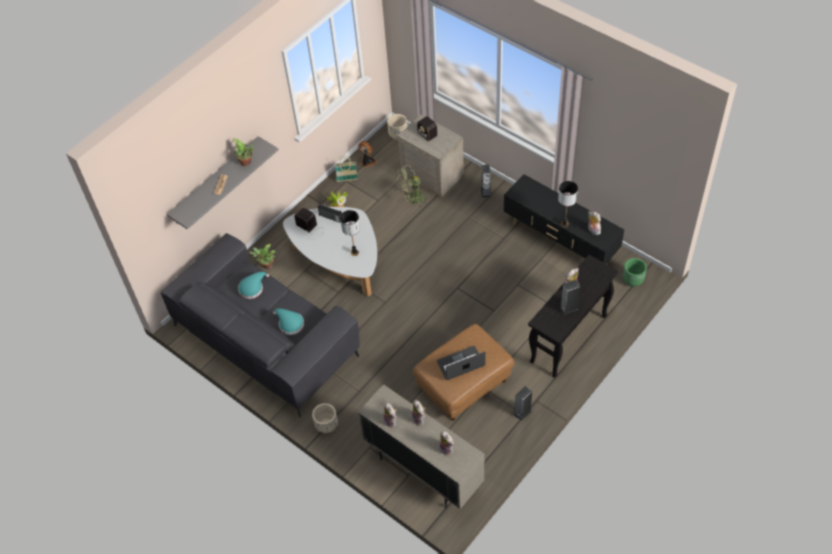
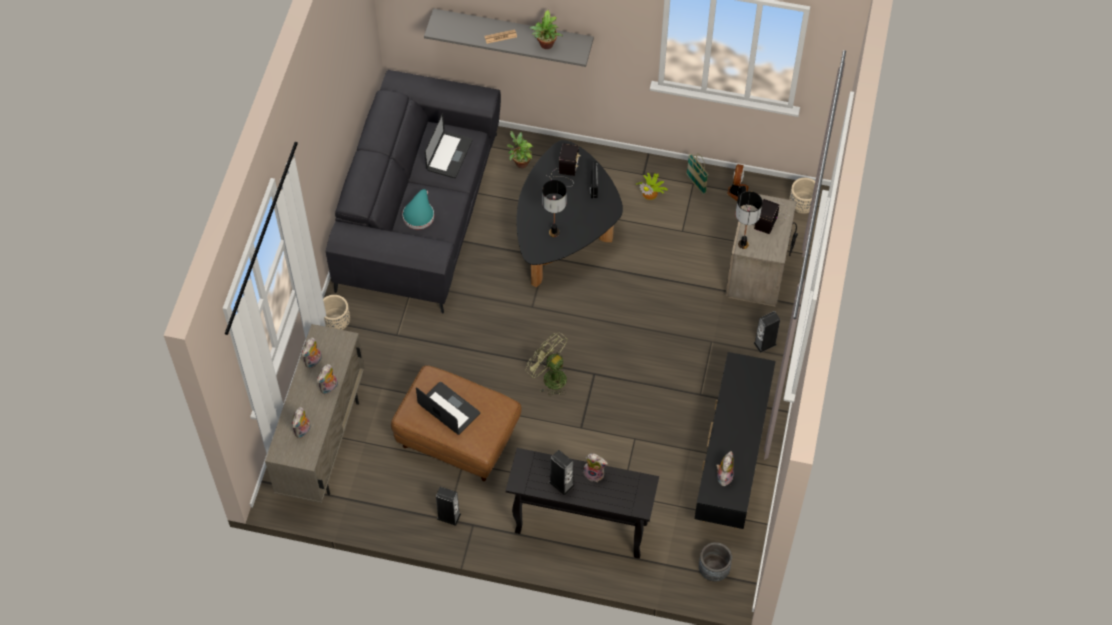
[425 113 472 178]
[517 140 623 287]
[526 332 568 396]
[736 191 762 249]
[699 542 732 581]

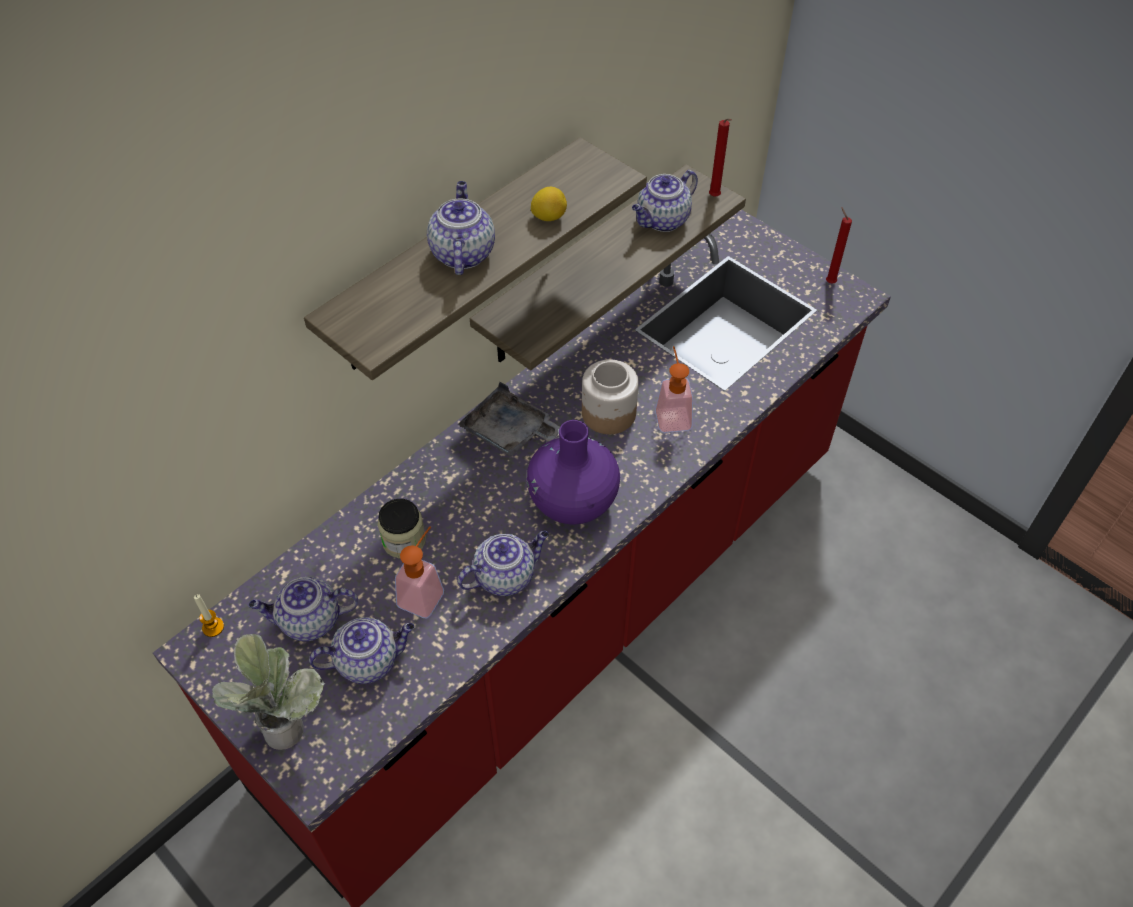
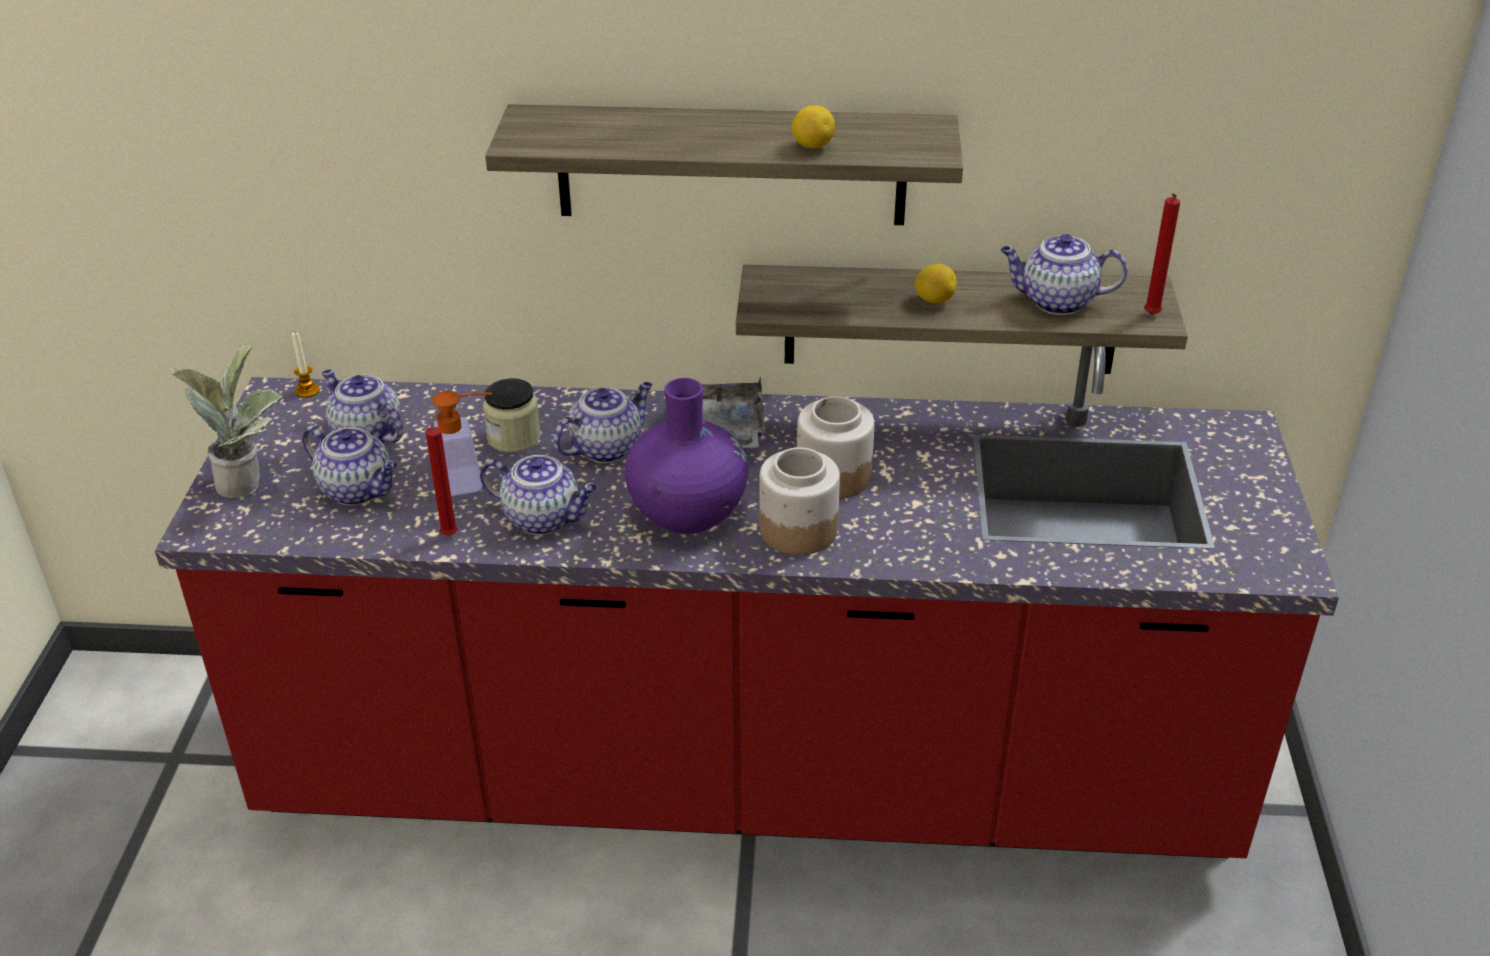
[553 382 652 463]
[655 346 693 433] (first image)
[426 410 458 536]
[759 447 840 555]
[914 264 957 303]

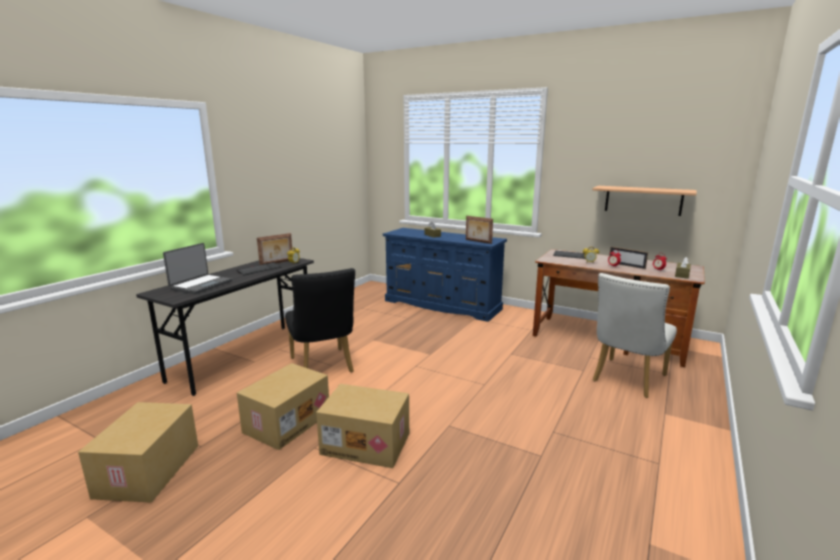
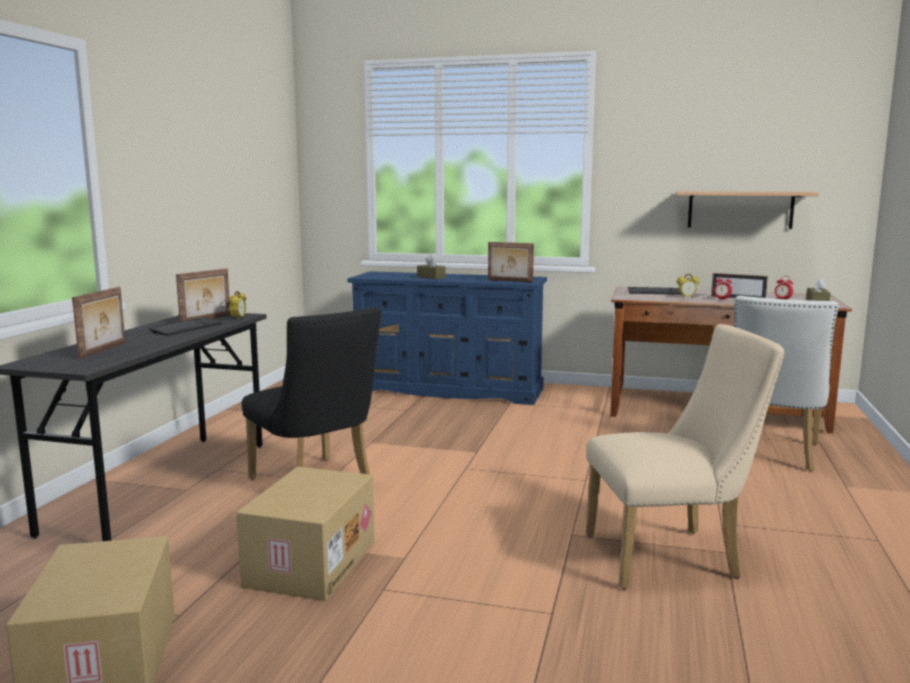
[72 287 125 359]
[316 384 409 468] (first image)
[586 324 785 589]

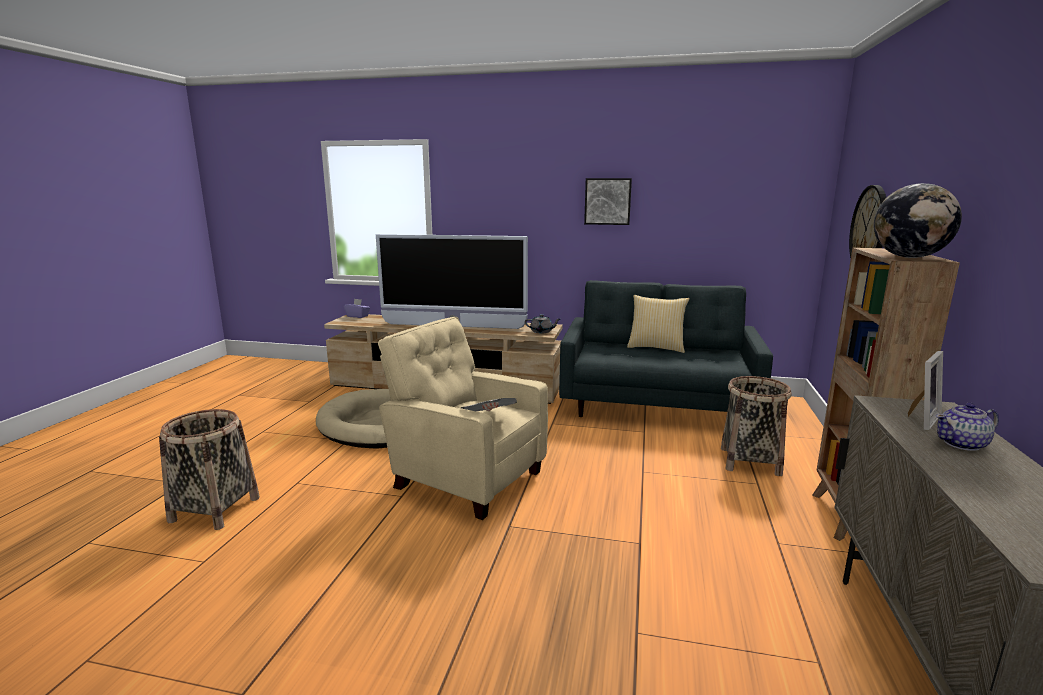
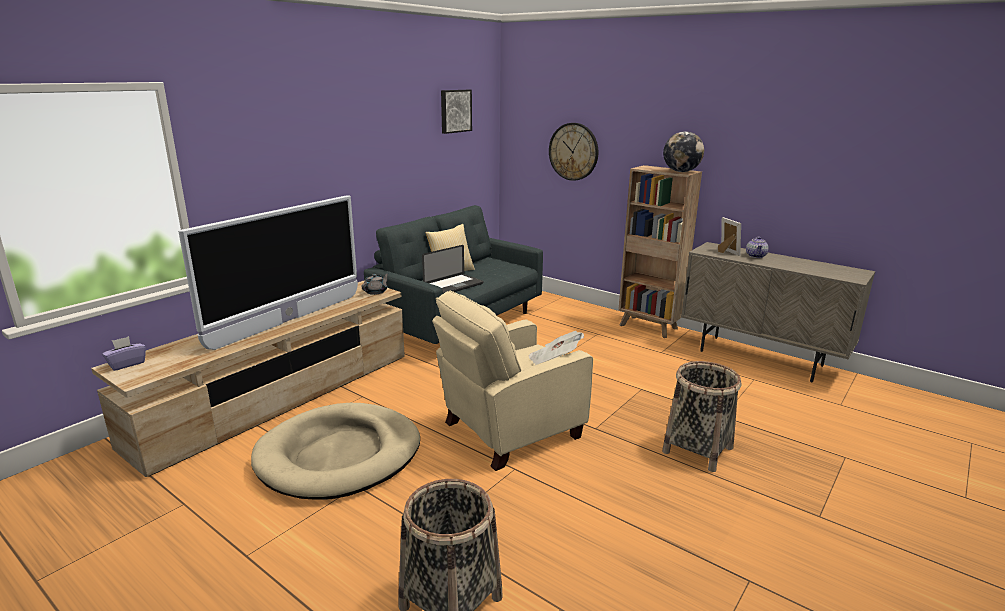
[441 90 472 134]
[662 361 741 472]
[422 245 483 294]

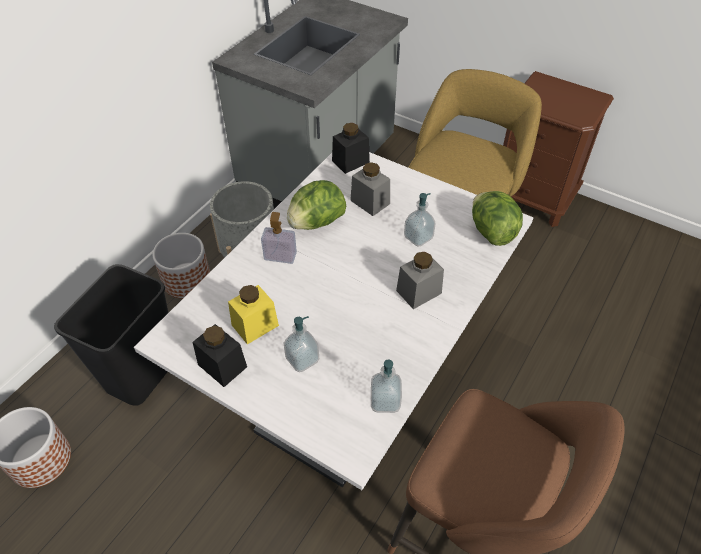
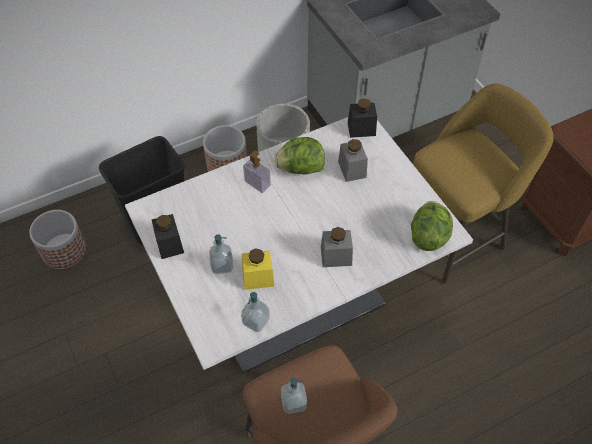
[242 248 274 290]
[281 378 307 414]

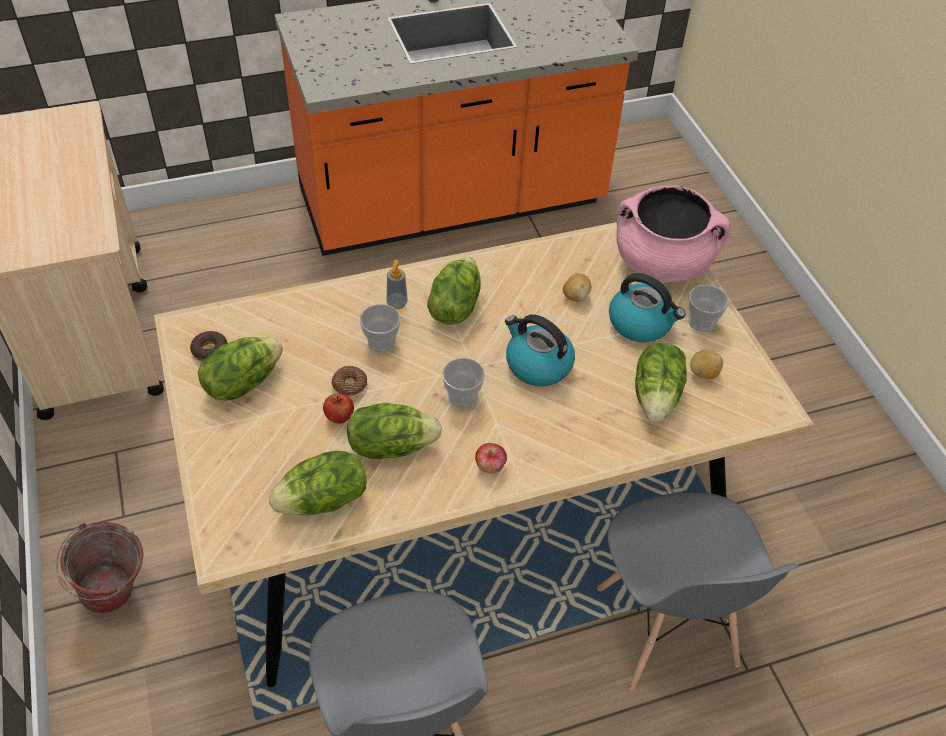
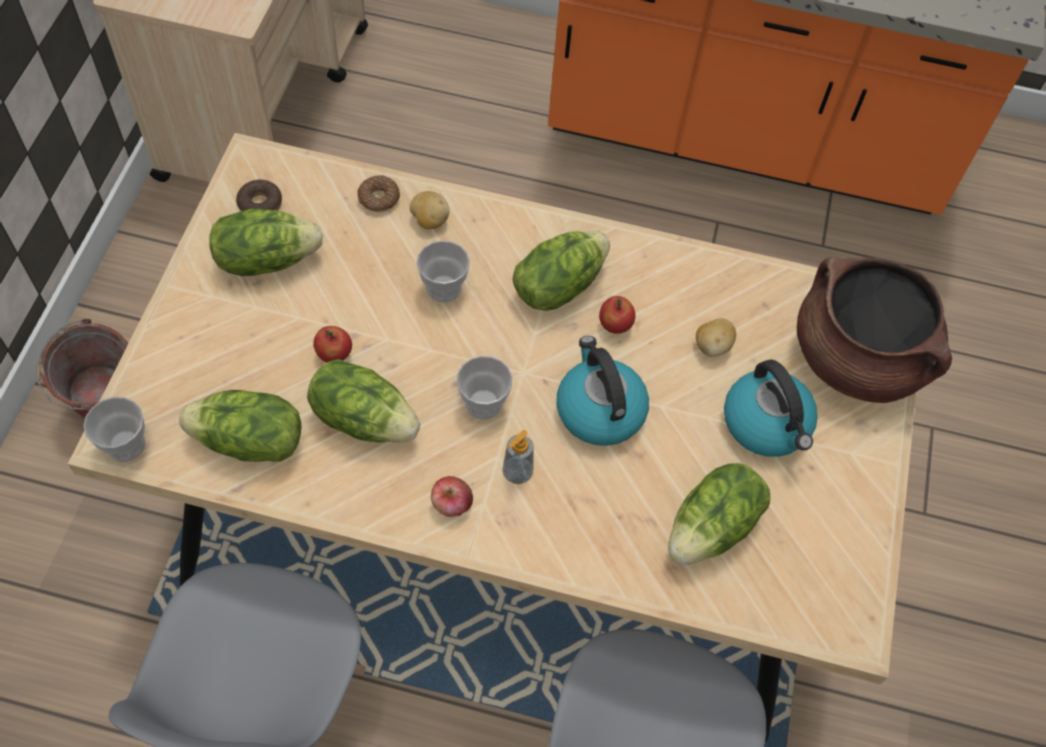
[358 175 400 212]
[502 430 534 484]
[797 257 952 403]
[83 397 146 462]
[410 191 449 229]
[599 296 635 334]

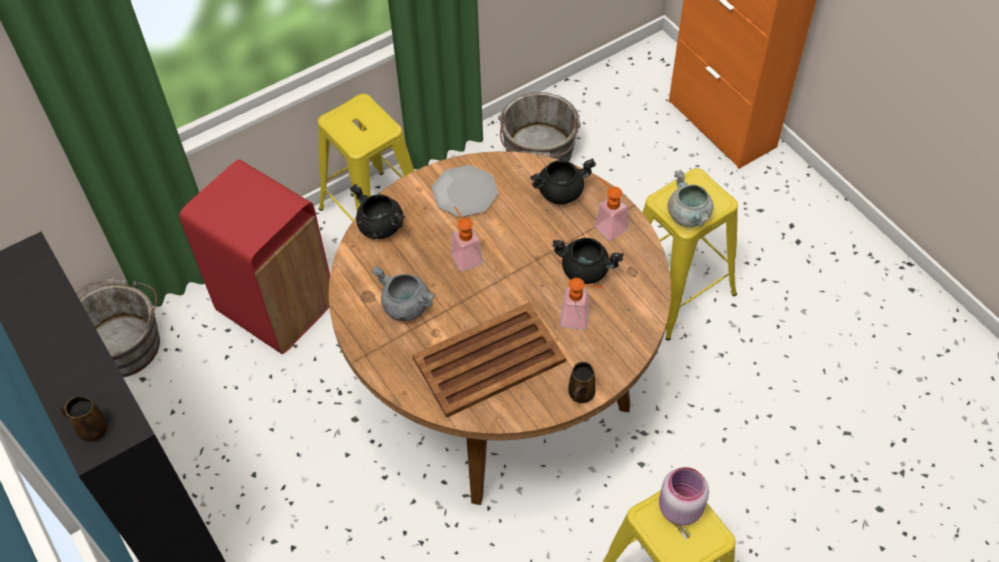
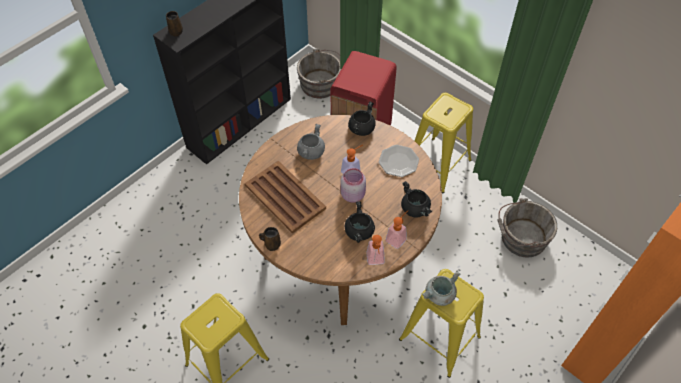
[366 235 385 265]
[341 168 366 203]

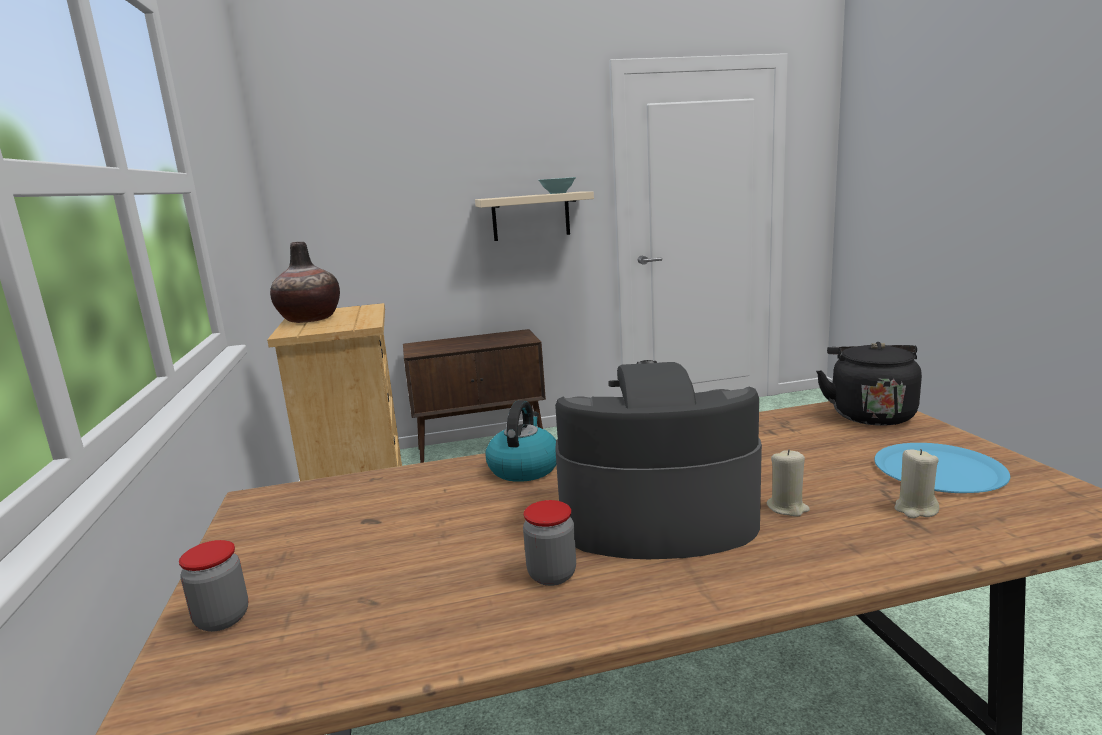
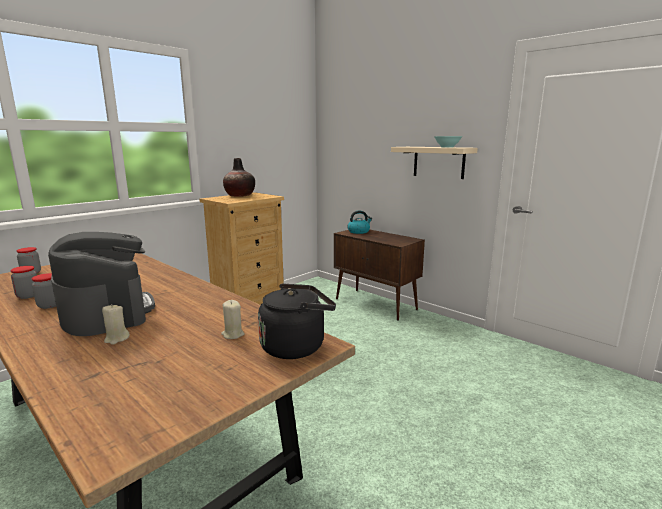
[347 210 372 234]
[874 443 1010 493] (first image)
[221 300 244 339]
[10 266 37 299]

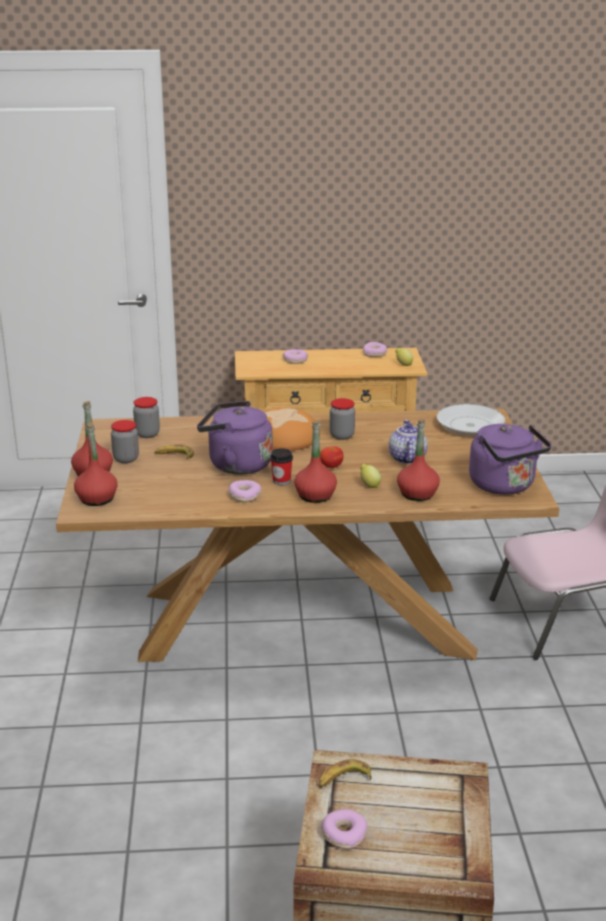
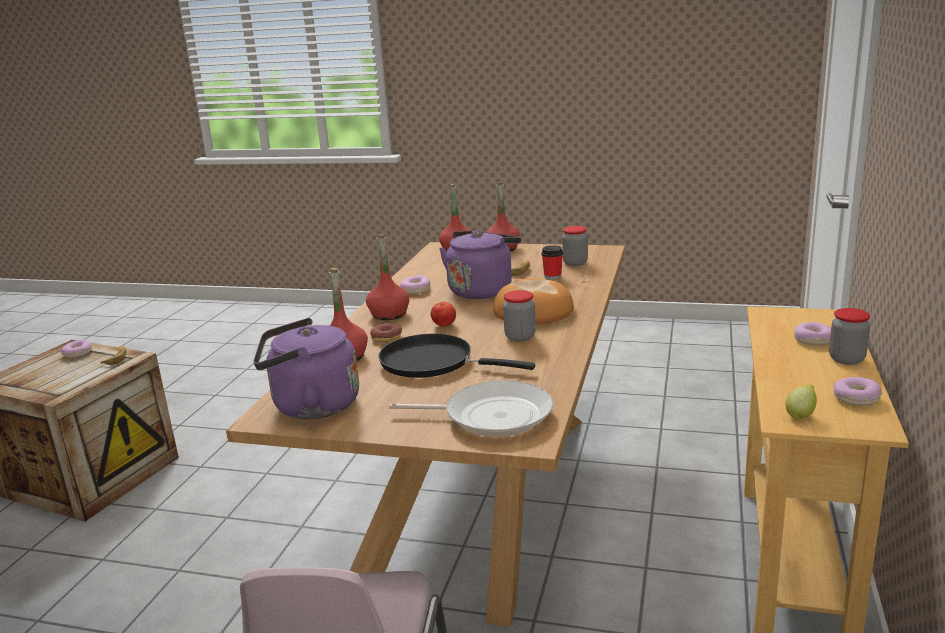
[829 308 870 365]
[541 245 563 280]
[370 323 402 342]
[378 334 535 378]

